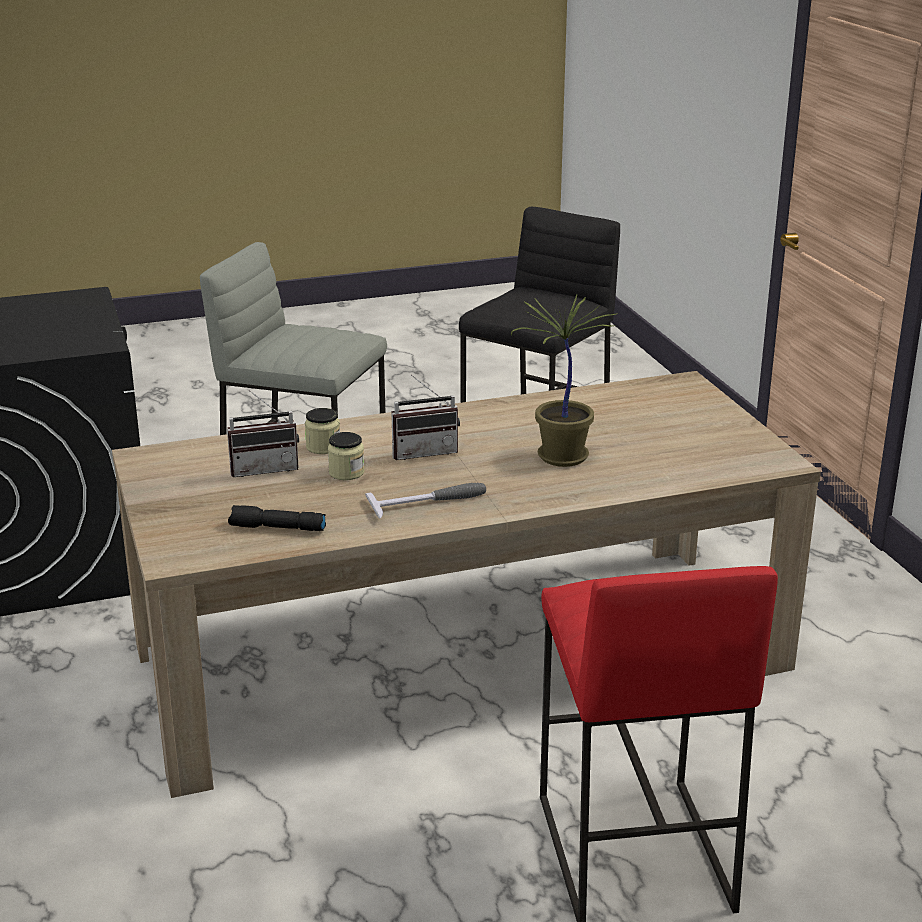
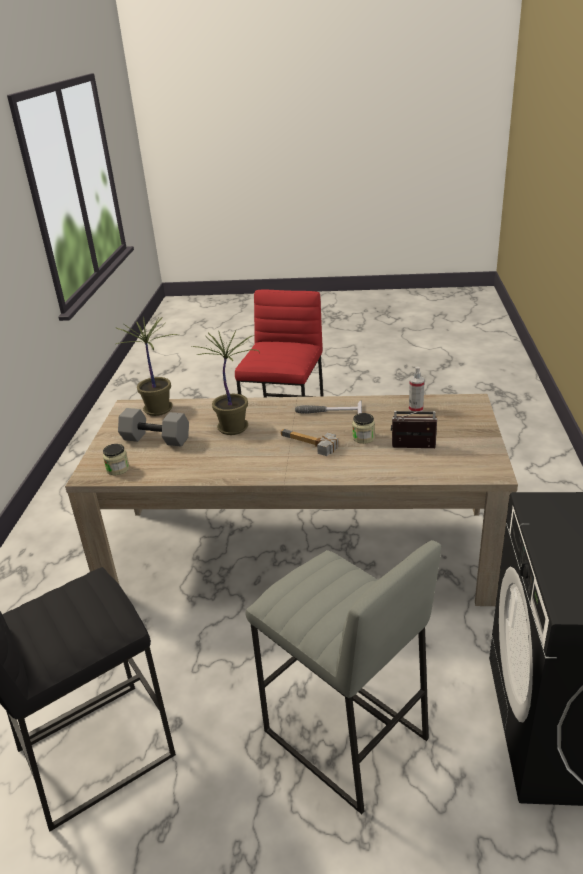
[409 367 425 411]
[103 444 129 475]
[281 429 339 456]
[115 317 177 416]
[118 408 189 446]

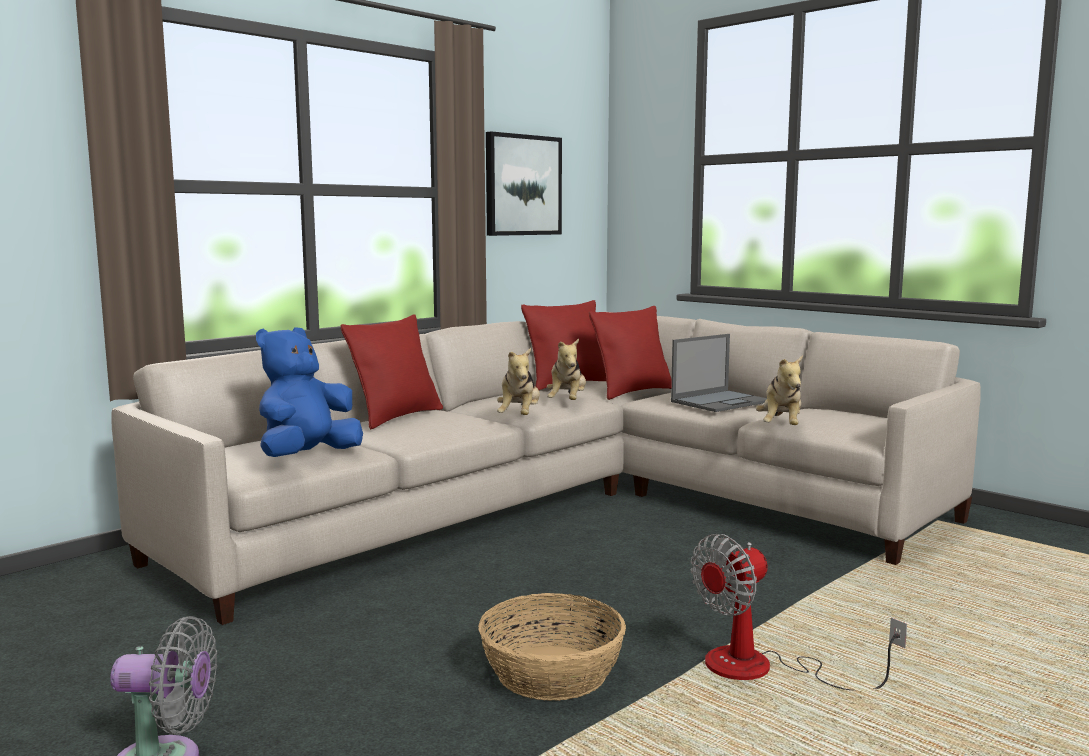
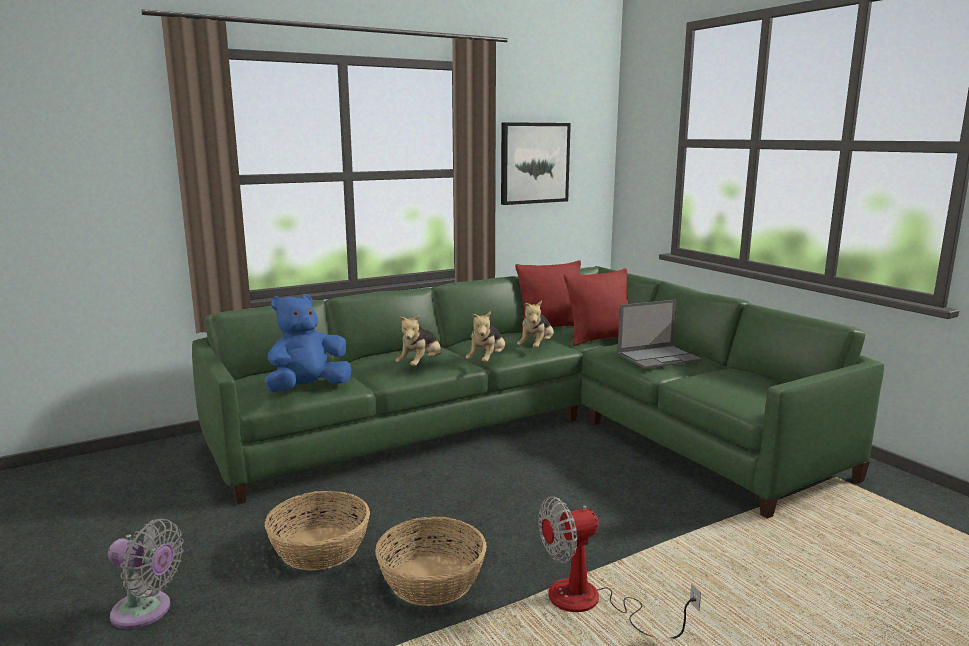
[192 266 884 519]
[340 315 443 430] (first image)
[396 314 441 366]
[265 491 370 571]

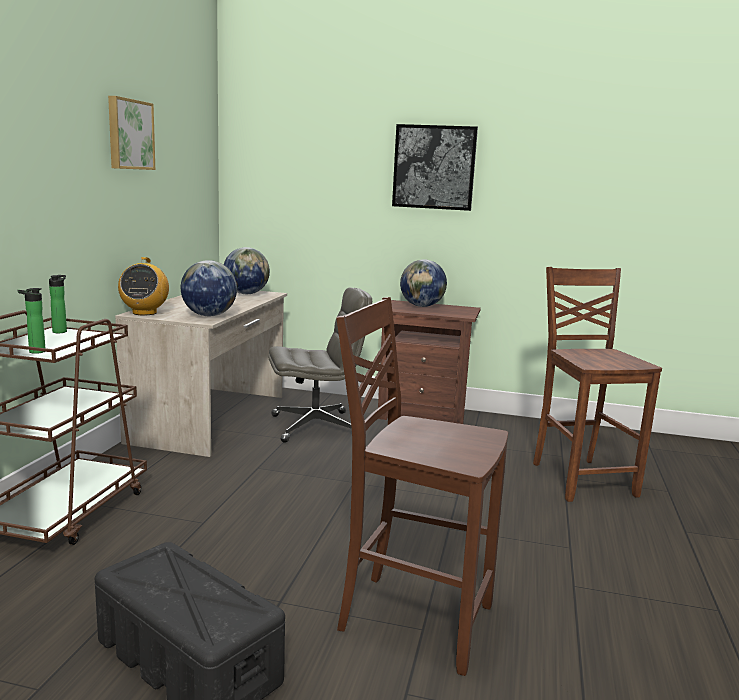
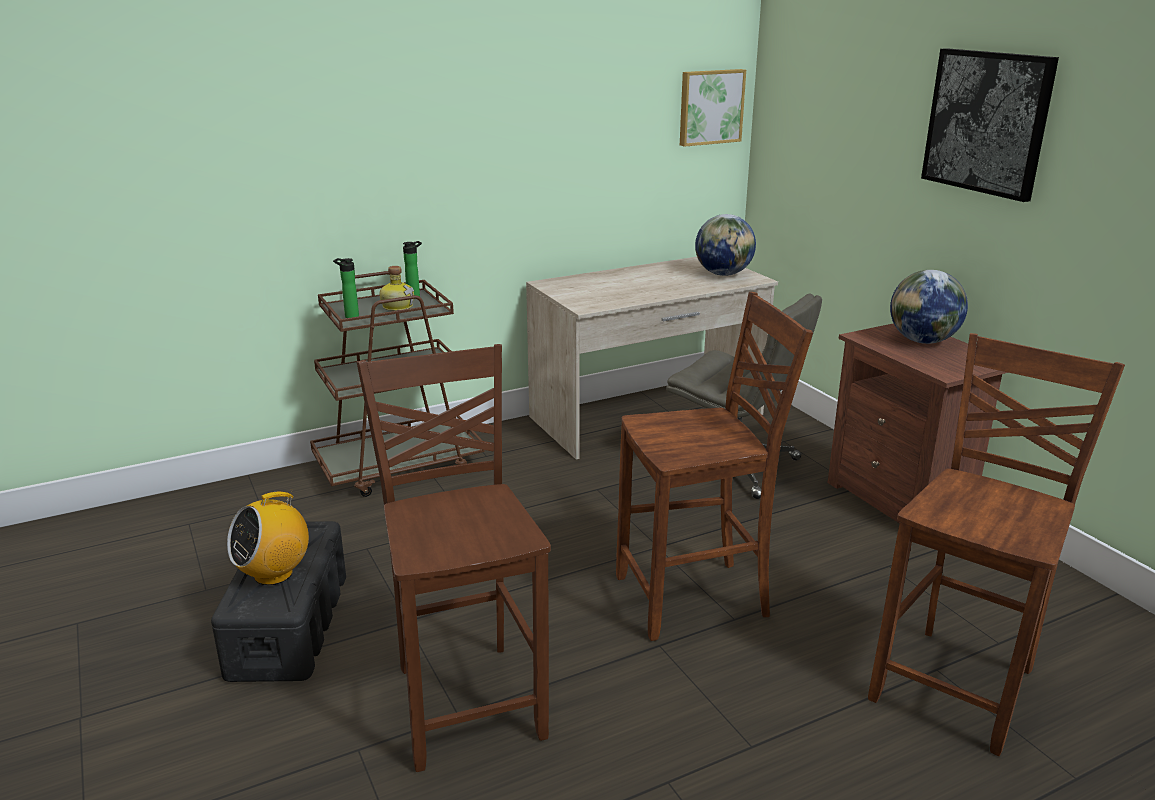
[680 69 746 147]
[227 489 309 585]
[181 260 237 316] (first image)
[379 266 414 311]
[616 292 813 641]

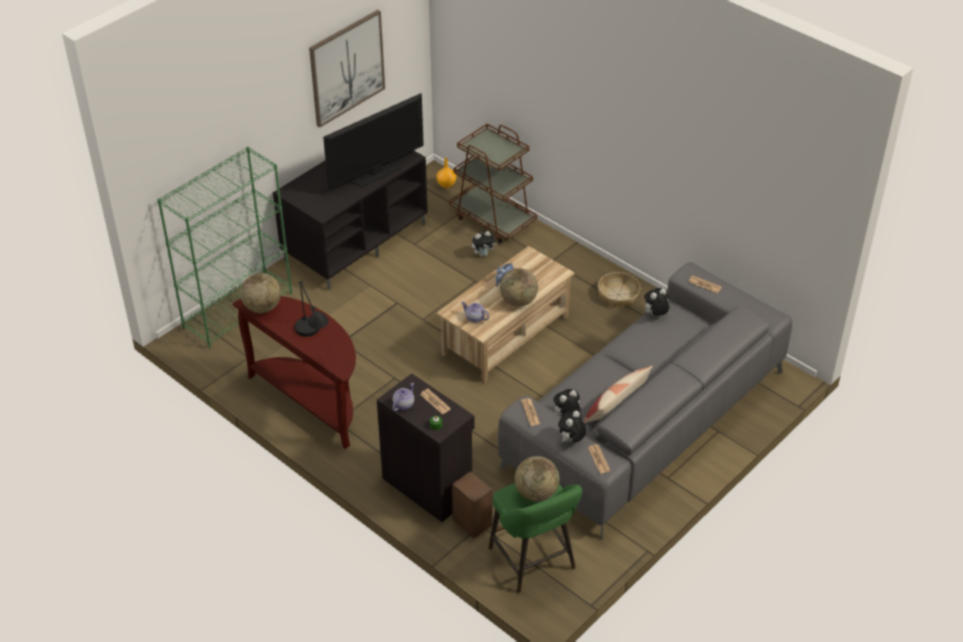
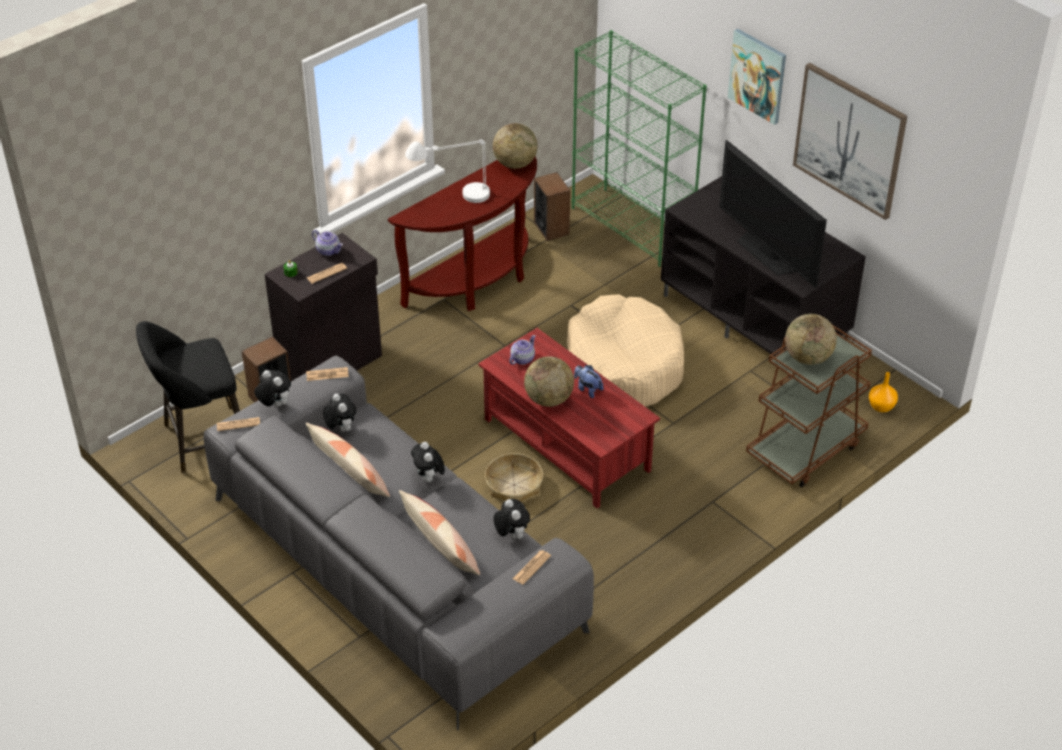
[405 139 490 203]
[478 328 660 508]
[411 442 445 482]
[136 321 240 473]
[785 314 837 365]
[485 453 543 502]
[399 490 480 575]
[534 172 570 241]
[567 294 684 407]
[728 29 786 125]

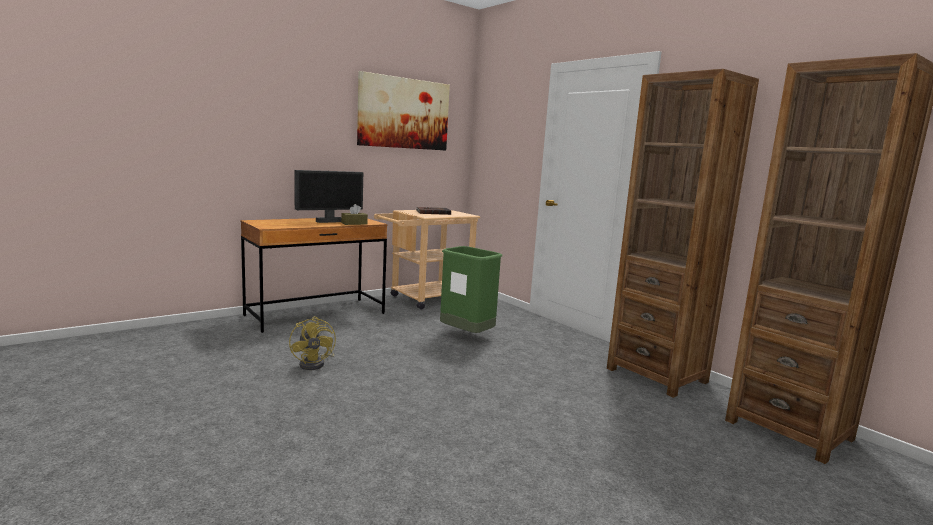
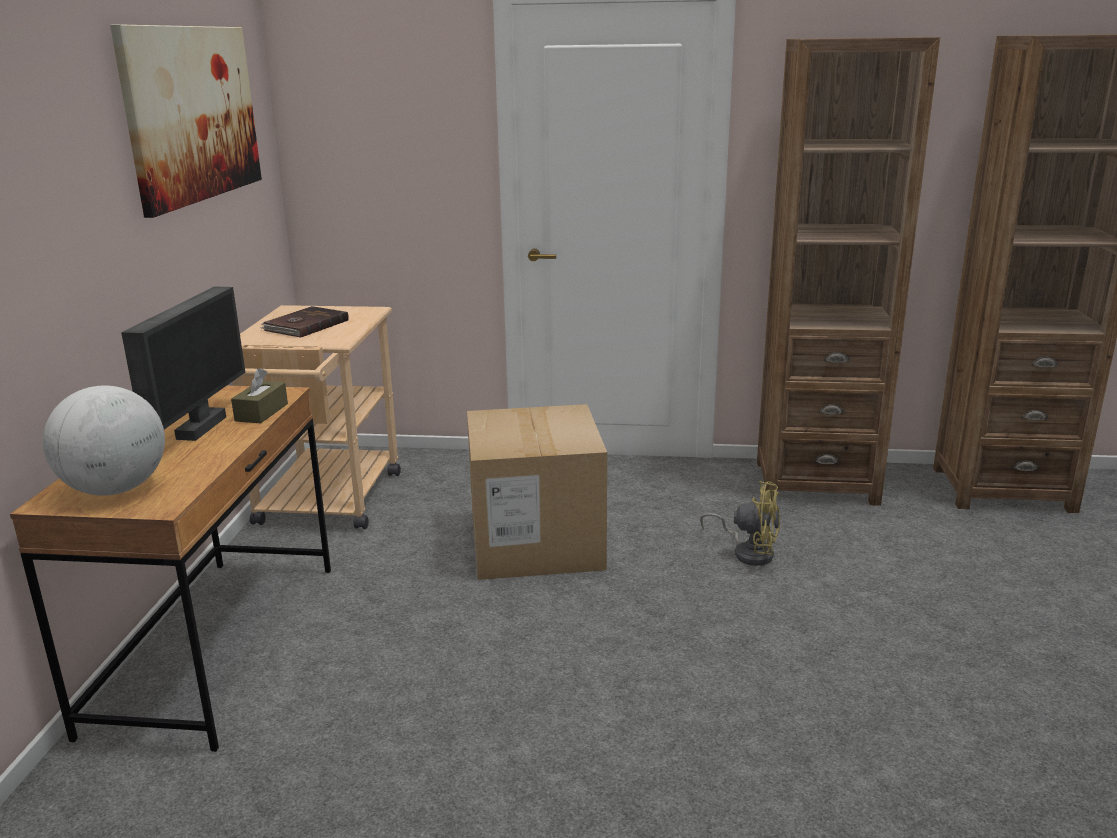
[700 480 780 566]
[467 404 607 580]
[43 386 165 496]

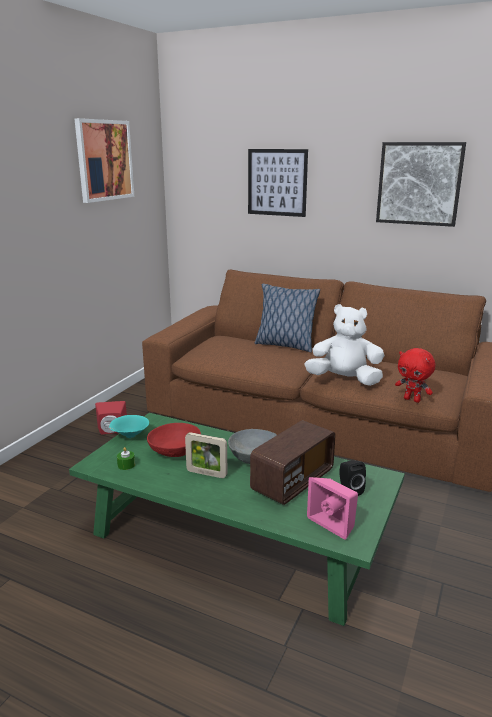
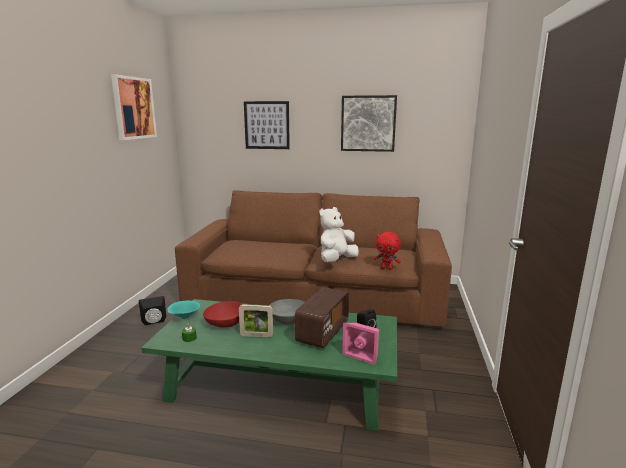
[139 296 166 326]
[255 284 320 352] (first image)
[320 207 359 262]

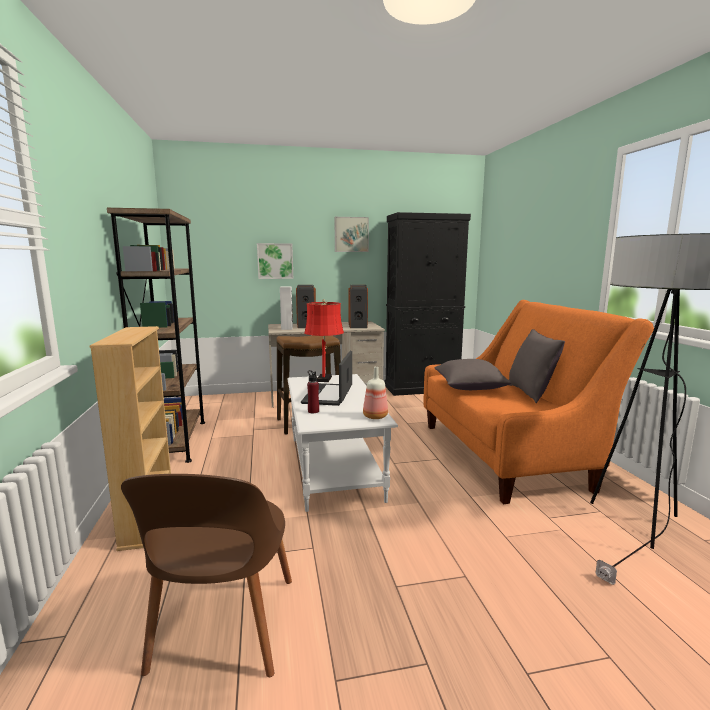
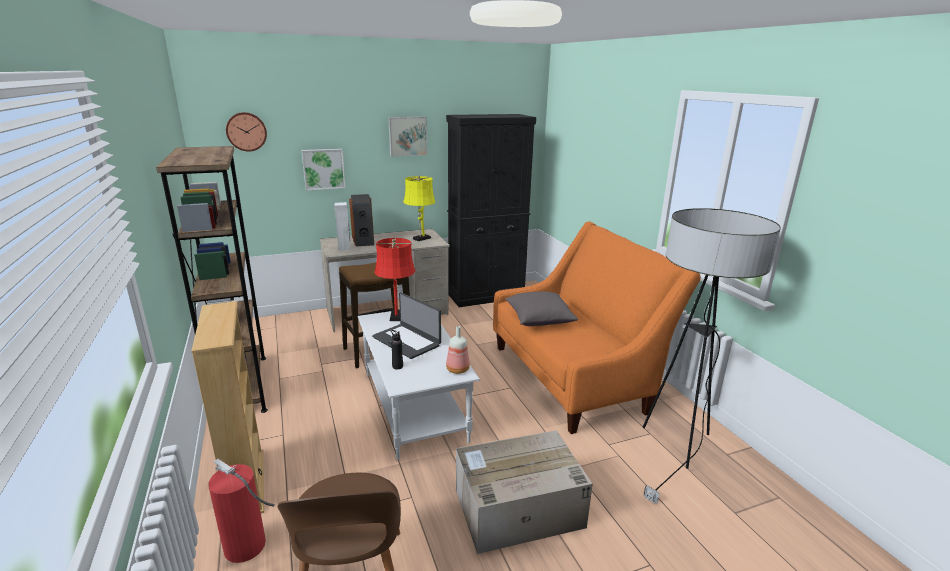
[372 292 441 359]
[391 330 403 370]
[403 175 435 241]
[509 329 565 403] (first image)
[208 459 275 563]
[226 112 267 152]
[456 430 593 554]

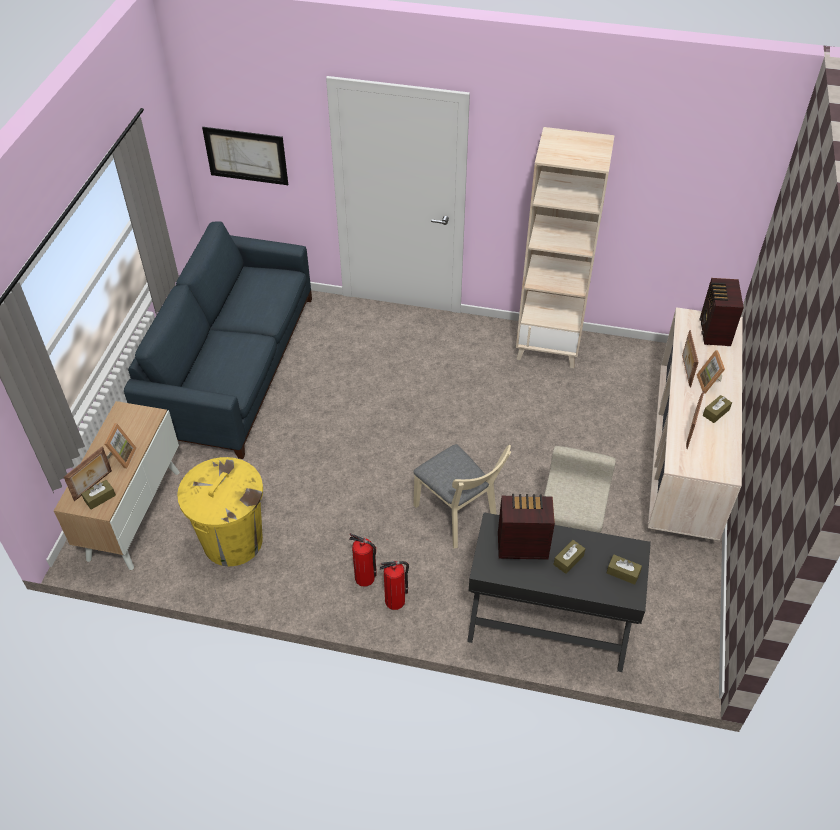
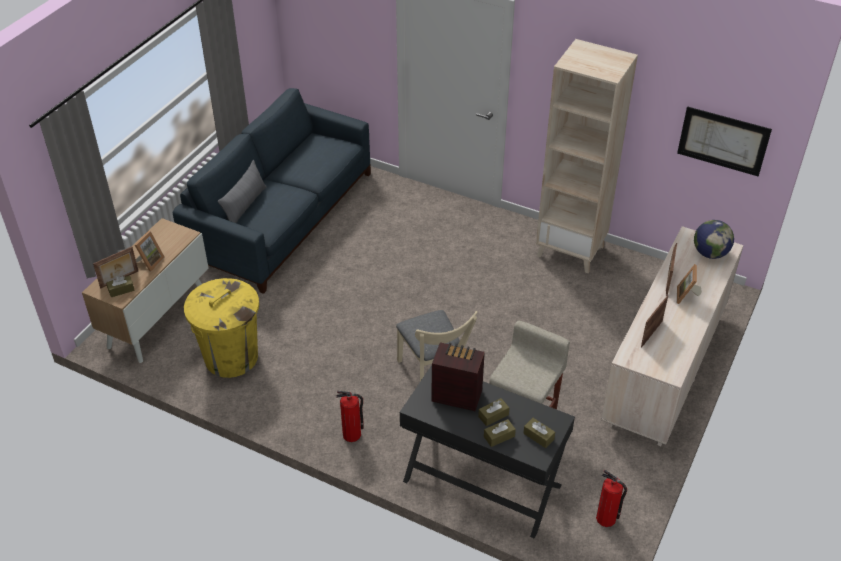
[677 106 772 176]
[596 470 627 527]
[694 220 734 259]
[484 419 516 447]
[218 160 267 223]

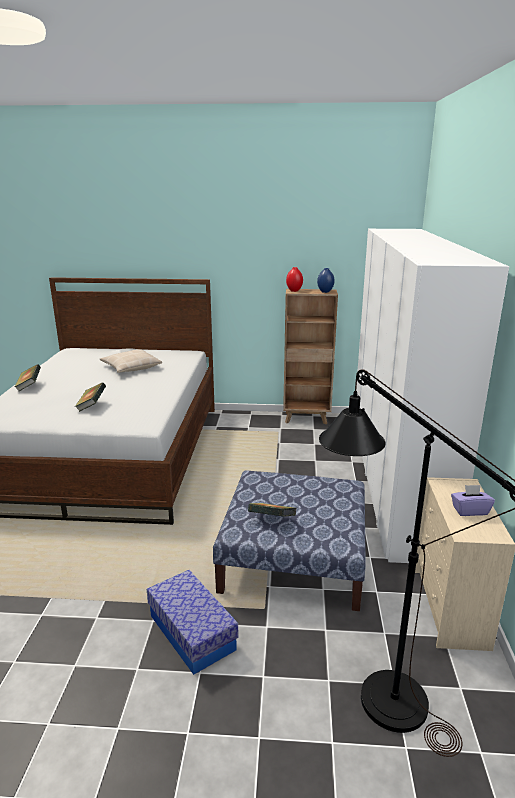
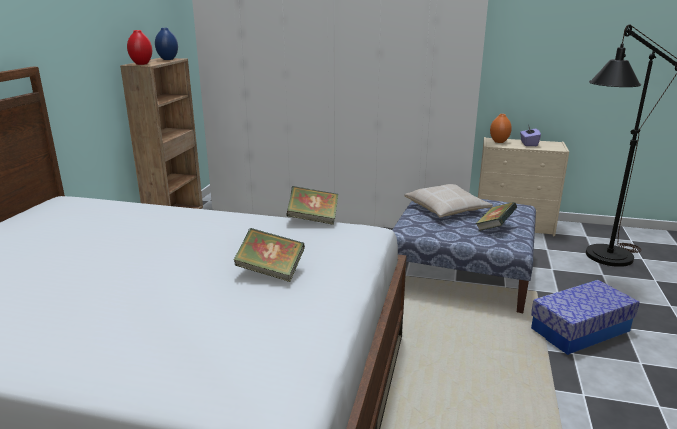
[286 186 338 225]
[404 184 493 218]
[490 114 512 143]

